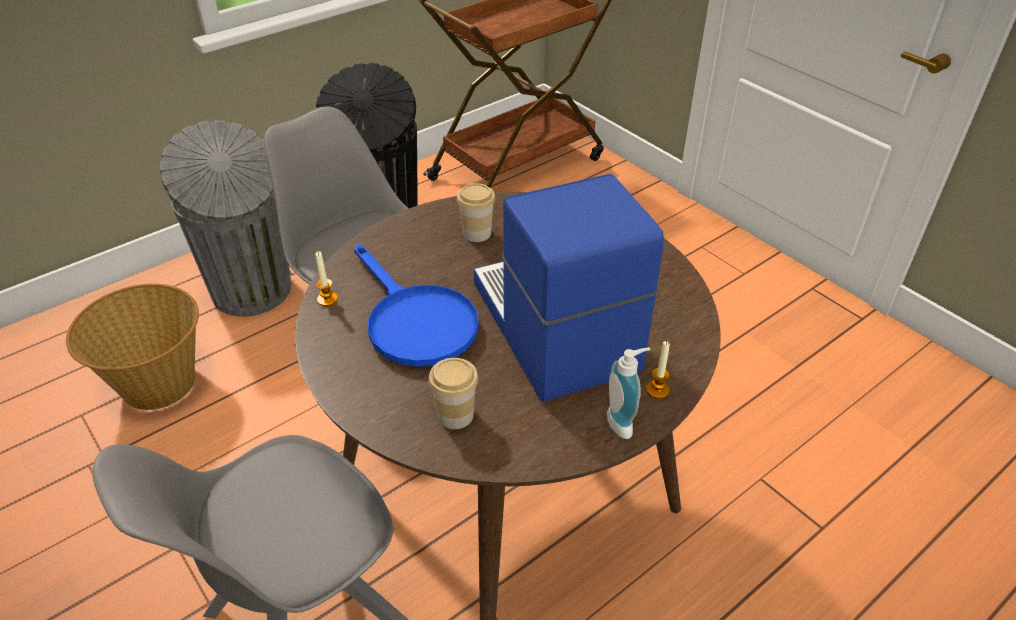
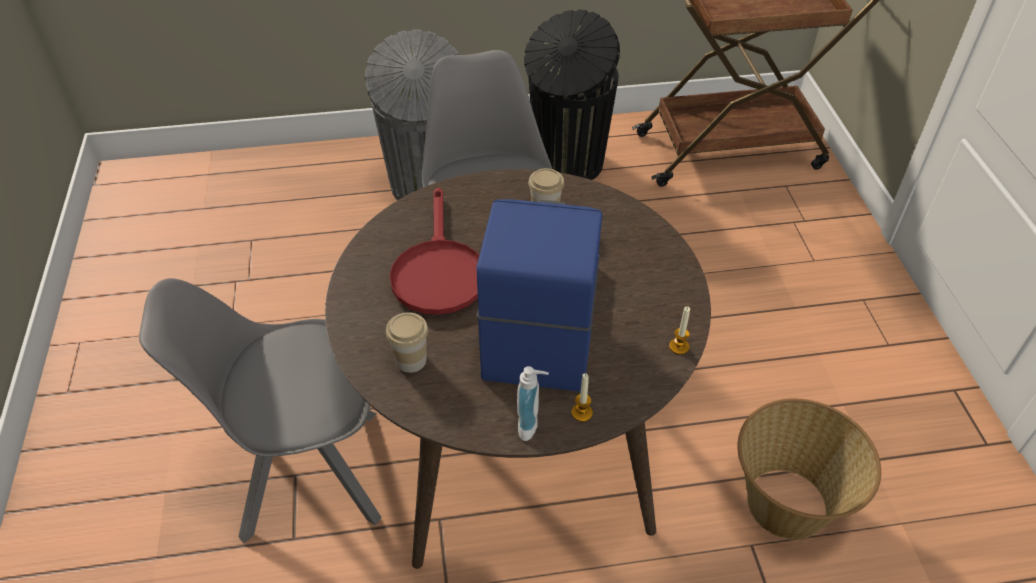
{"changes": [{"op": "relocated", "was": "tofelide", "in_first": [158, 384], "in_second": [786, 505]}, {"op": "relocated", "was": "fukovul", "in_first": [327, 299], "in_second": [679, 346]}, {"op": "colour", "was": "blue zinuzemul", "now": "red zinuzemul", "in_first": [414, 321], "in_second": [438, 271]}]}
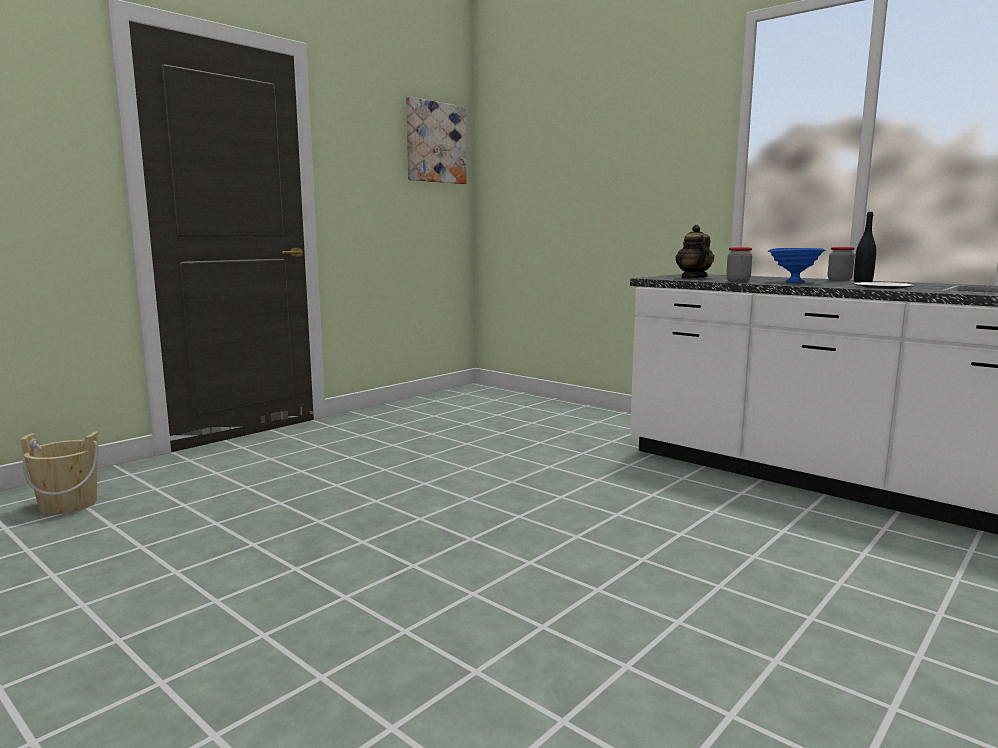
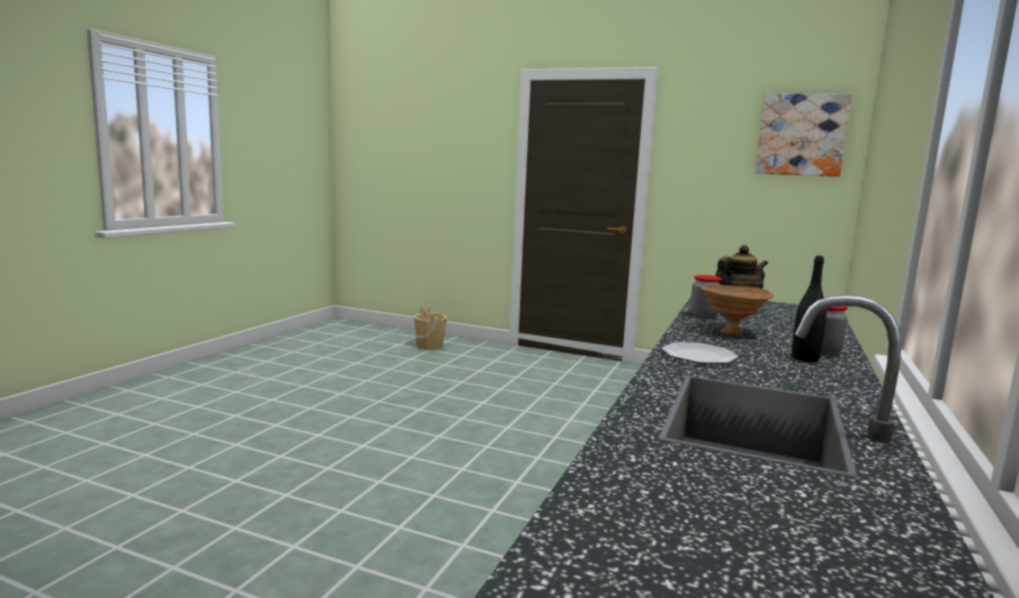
{"changes": [{"op": "colour", "was": "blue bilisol", "now": "brown bilisol", "in_first": [793, 282], "in_second": [730, 332]}]}
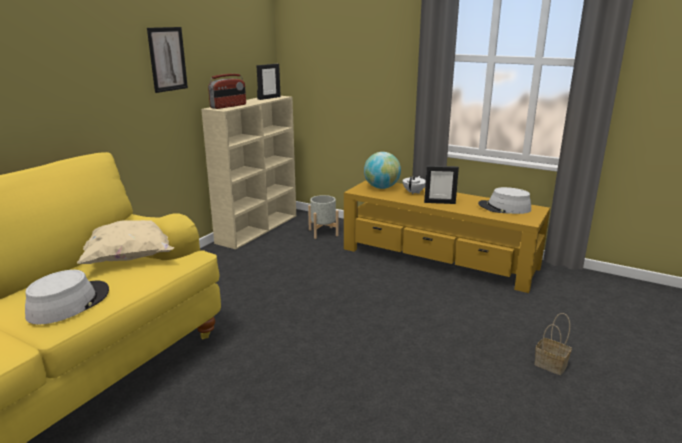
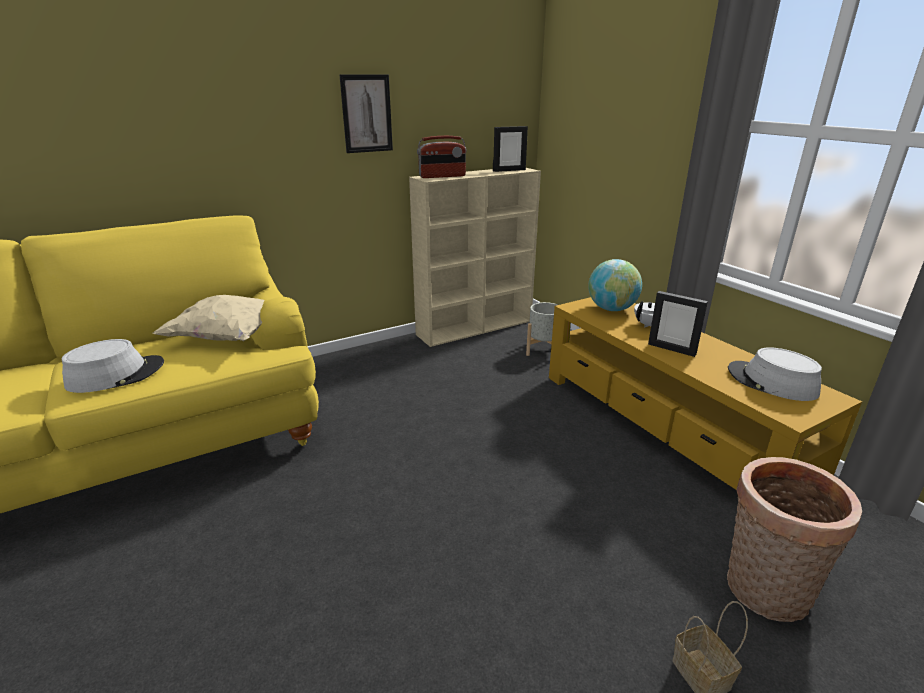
{"changes": [{"op": "appeared", "now": "tofelide", "in_second": [763, 592]}]}
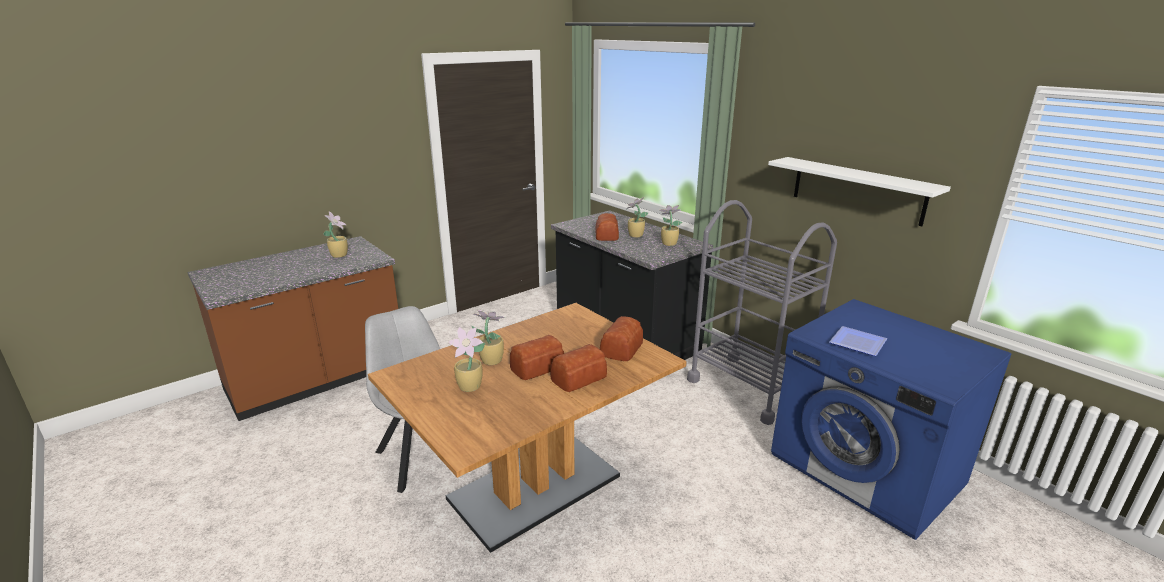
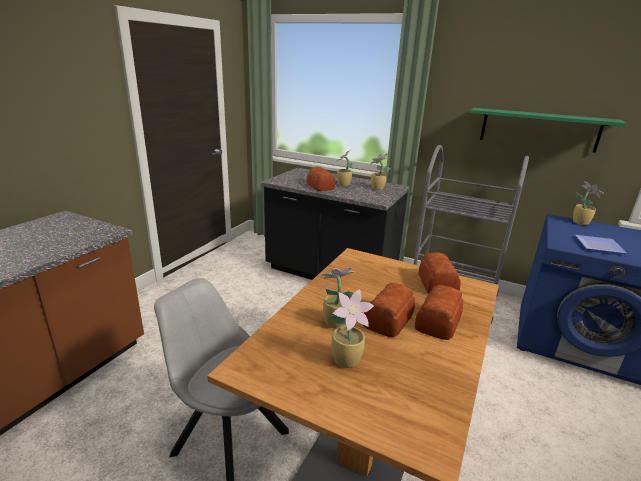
{"changes": [{"op": "relocated", "was": "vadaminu", "in_first": [340, 255], "in_second": [580, 222]}, {"op": "colour", "was": "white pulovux", "now": "green pulovux", "in_first": [857, 190], "in_second": [538, 129]}]}
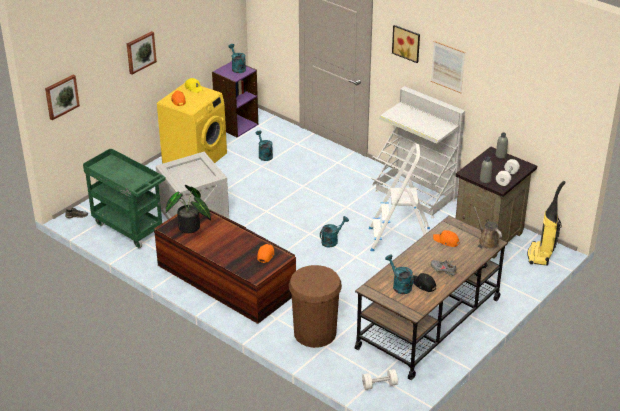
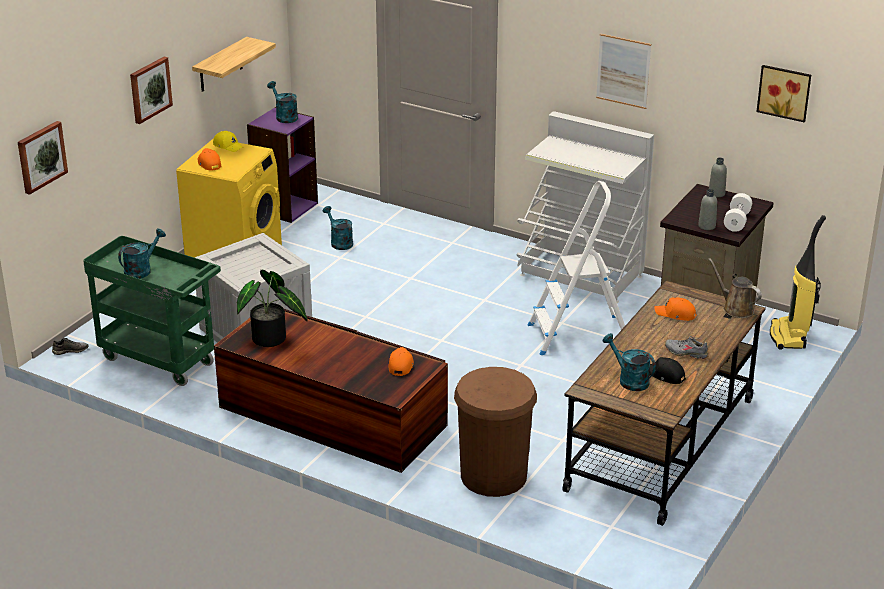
{"changes": [{"op": "relocated", "was": "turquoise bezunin", "in_first": [332, 240], "in_second": [141, 270]}, {"op": "missing", "was": "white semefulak", "in_first": [379, 385]}, {"op": "relocated", "was": "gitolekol", "in_first": [407, 43], "in_second": [784, 92]}, {"op": "appeared", "now": "pulovux", "in_second": [220, 65]}]}
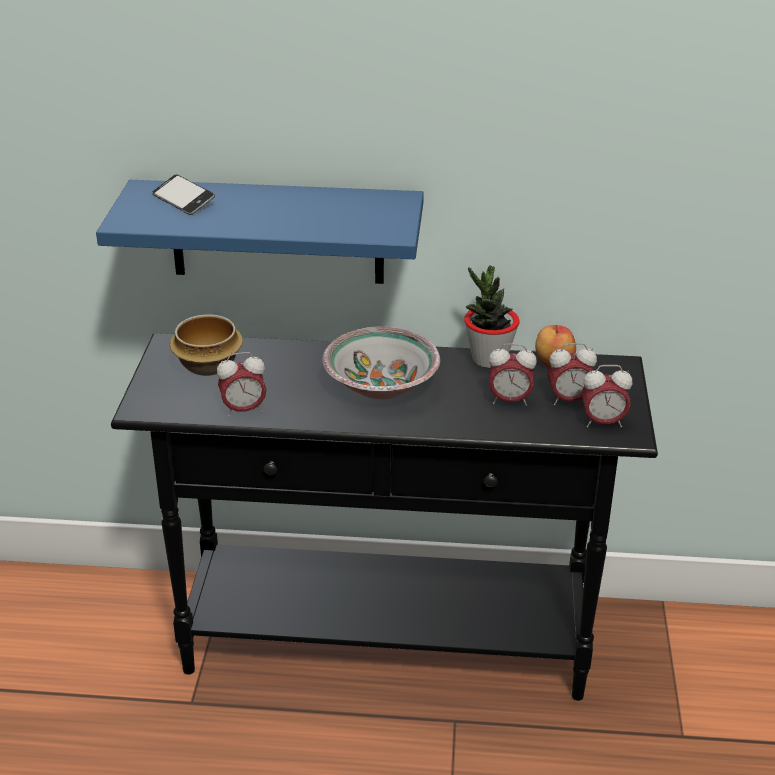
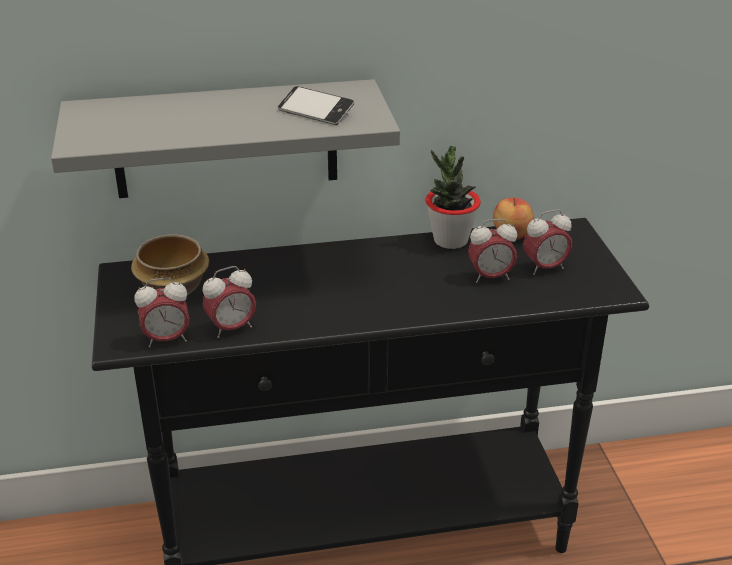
{"changes": [{"op": "colour", "was": "blue pulovux", "now": "grey pulovux", "in_first": [277, 232], "in_second": [225, 139]}, {"op": "relocated", "was": "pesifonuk", "in_first": [183, 200], "in_second": [315, 112]}, {"op": "missing", "was": "bilisol", "in_first": [380, 384]}, {"op": "relocated", "was": "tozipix", "in_first": [603, 423], "in_second": [166, 339]}]}
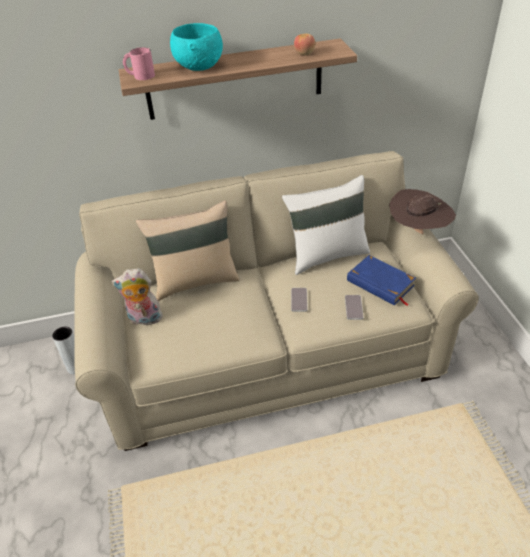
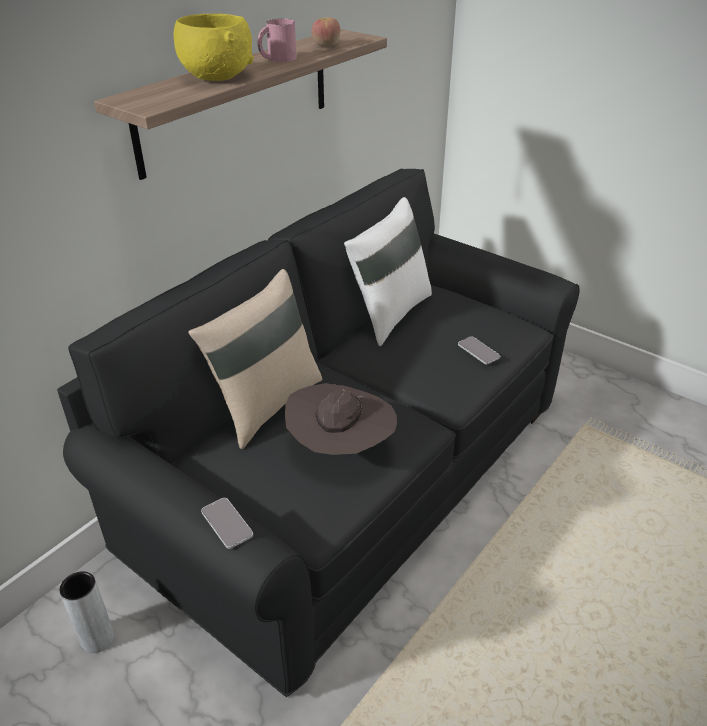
{"changes": [{"op": "colour", "was": "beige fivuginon", "now": "black fivuginon", "in_first": [270, 353], "in_second": [354, 476]}, {"op": "missing", "was": "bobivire", "in_first": [144, 319]}, {"op": "relocated", "was": "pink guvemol", "in_first": [140, 76], "in_second": [277, 59]}, {"op": "colour", "was": "turquoise bilisol", "now": "yellow bilisol", "in_first": [199, 67], "in_second": [216, 77]}, {"op": "relocated", "was": "pesifonuk", "in_first": [299, 300], "in_second": [227, 523]}, {"op": "missing", "was": "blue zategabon", "in_first": [380, 283]}, {"op": "relocated", "was": "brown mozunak", "in_first": [418, 231], "in_second": [340, 449]}]}
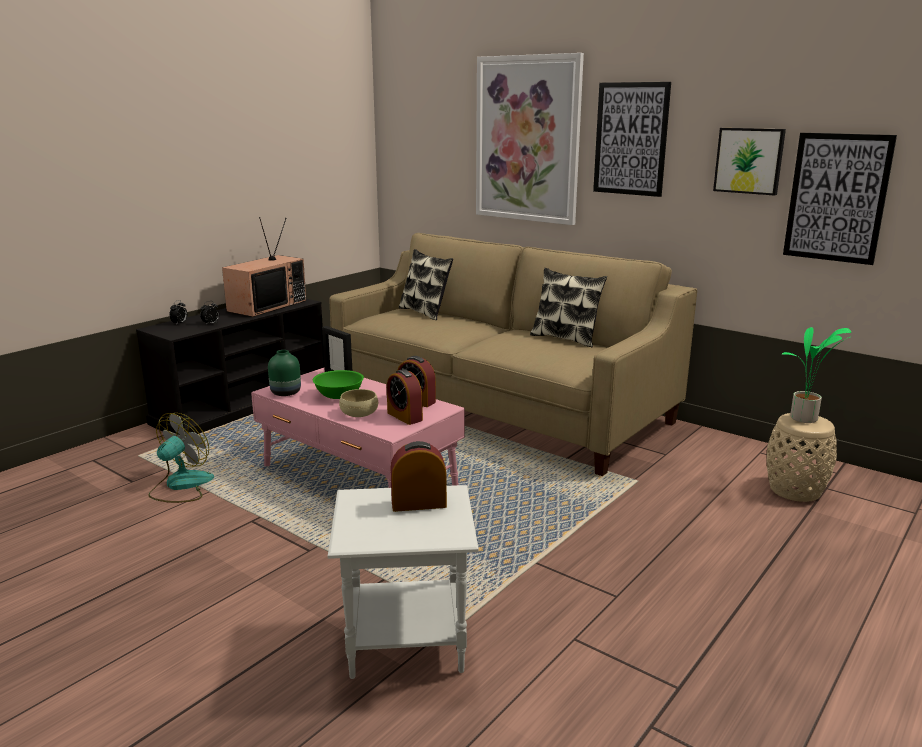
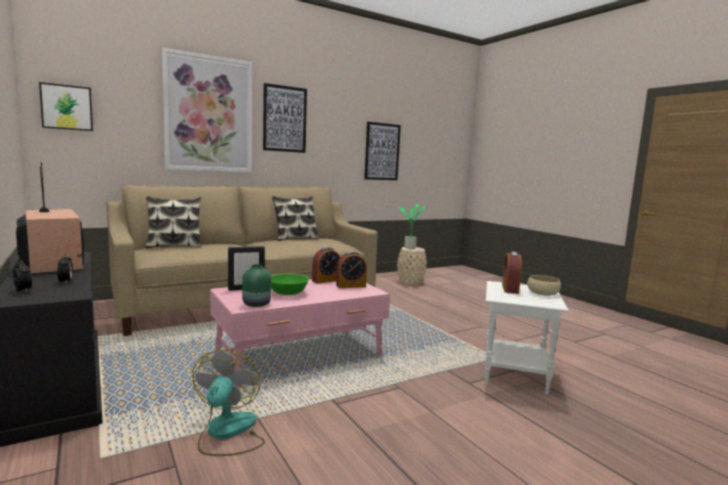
{"changes": [{"op": "spun", "was": "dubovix", "in_first": [181, 486], "in_second": [227, 433], "clockwise": 45}, {"op": "relocated", "was": "beige bilisol", "in_first": [359, 413], "in_second": [542, 293]}, {"op": "relocated", "was": "gitolekol", "in_first": [749, 160], "in_second": [67, 107]}]}
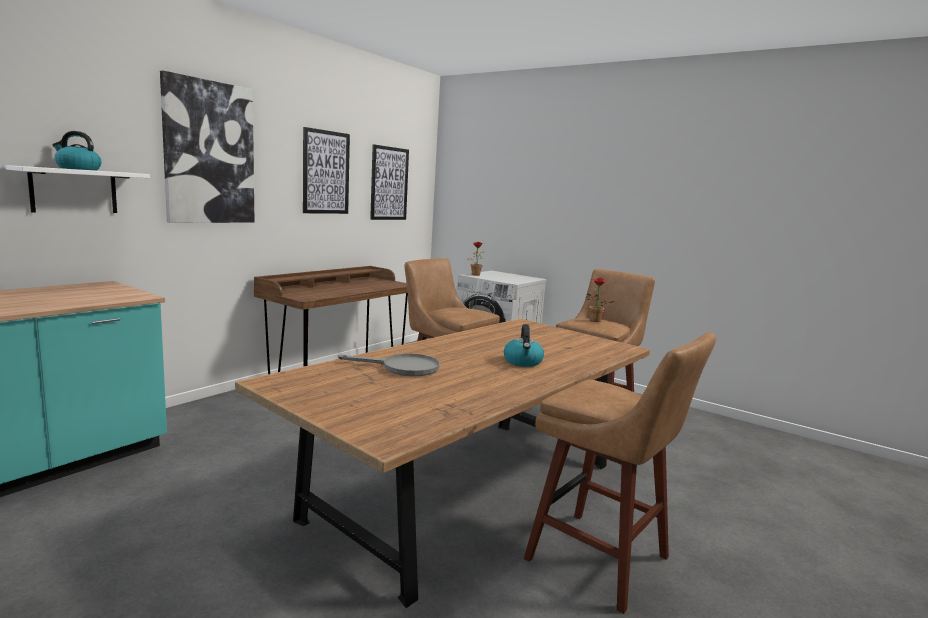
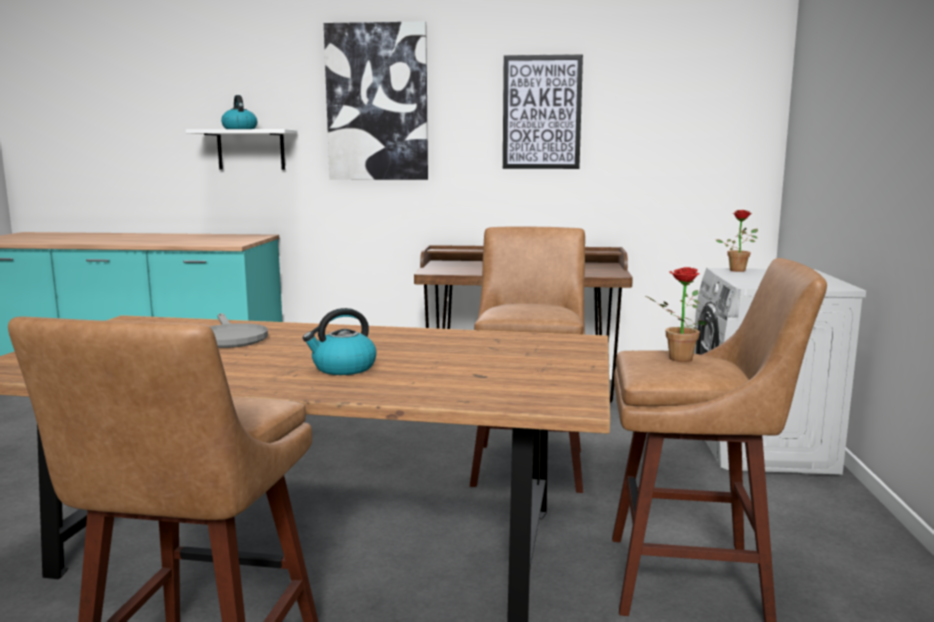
{"changes": [{"op": "missing", "was": "gitolekol", "in_first": [389, 183]}]}
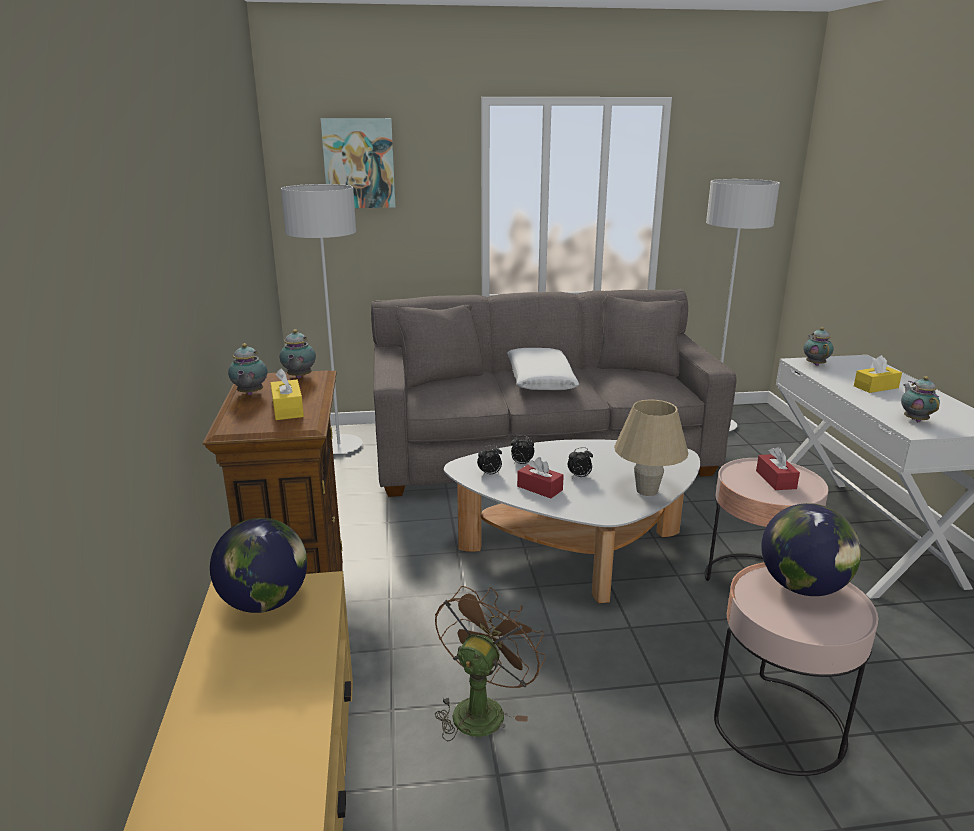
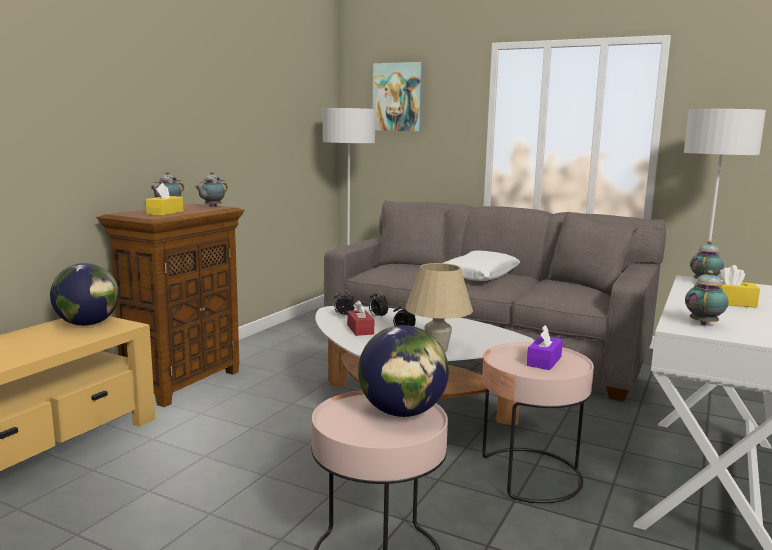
{"changes": [{"op": "missing", "was": "brown dubovix", "in_first": [482, 708]}, {"op": "colour", "was": "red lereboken", "now": "purple lereboken", "in_first": [775, 480], "in_second": [544, 361]}]}
